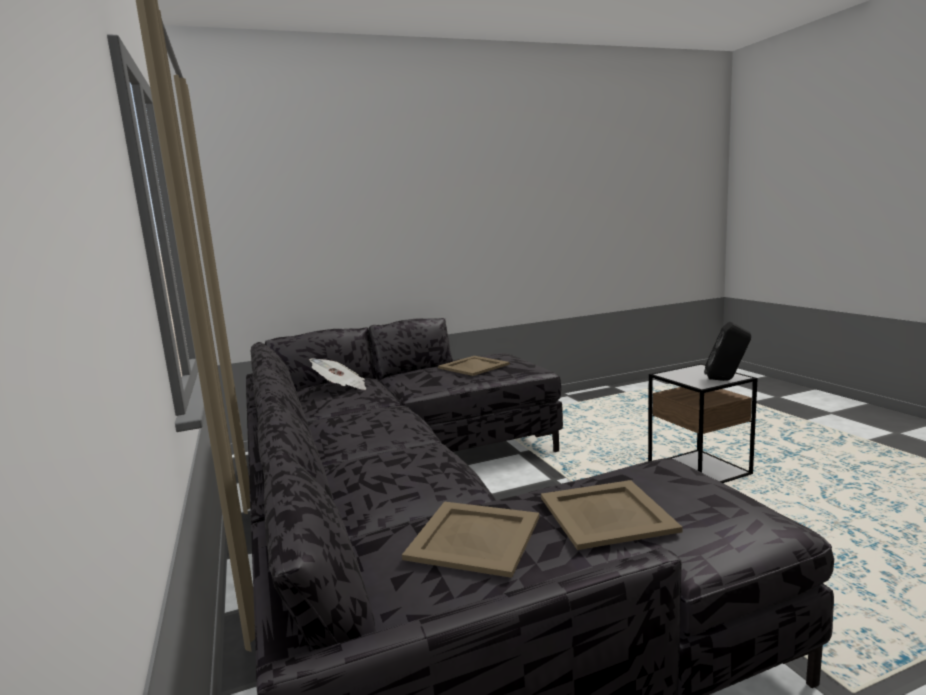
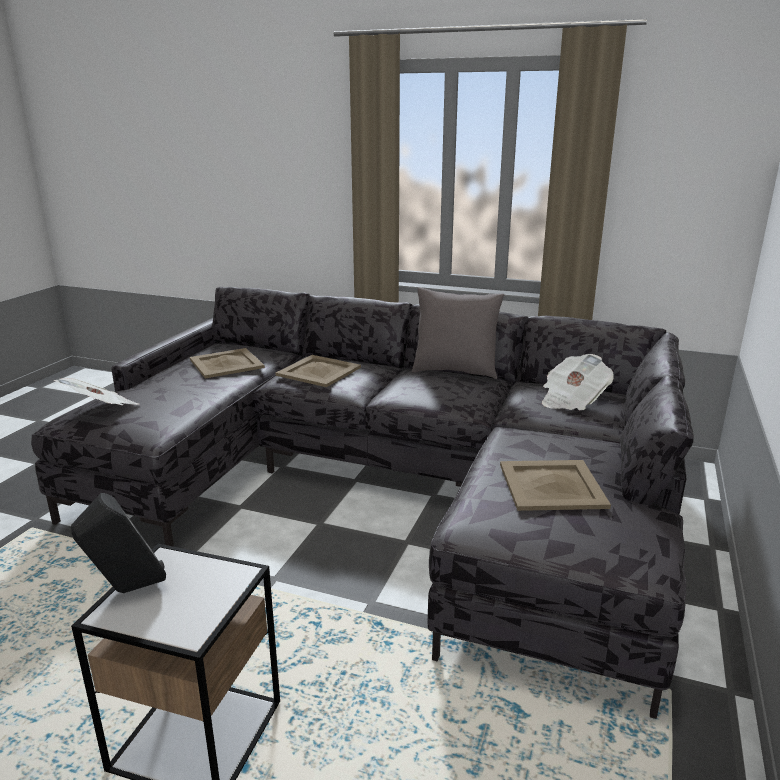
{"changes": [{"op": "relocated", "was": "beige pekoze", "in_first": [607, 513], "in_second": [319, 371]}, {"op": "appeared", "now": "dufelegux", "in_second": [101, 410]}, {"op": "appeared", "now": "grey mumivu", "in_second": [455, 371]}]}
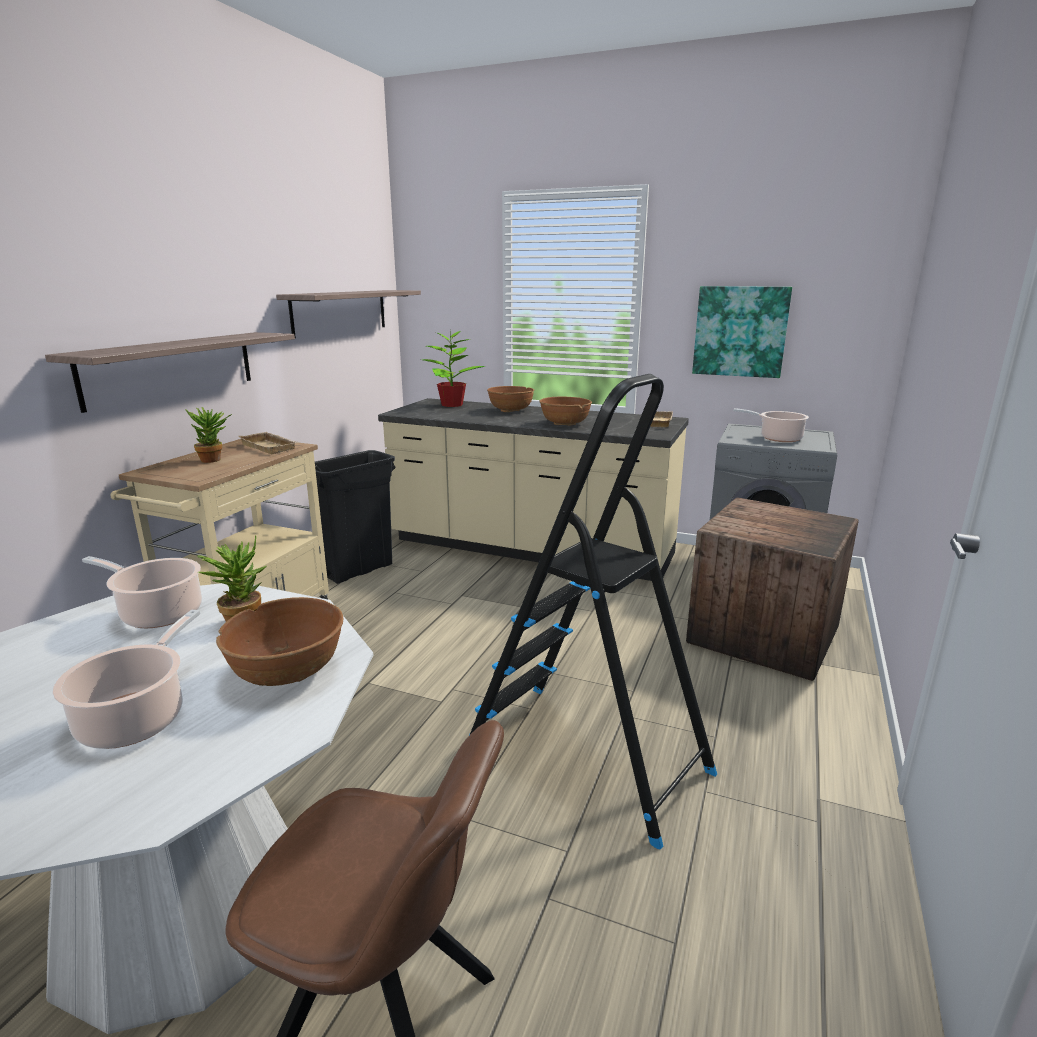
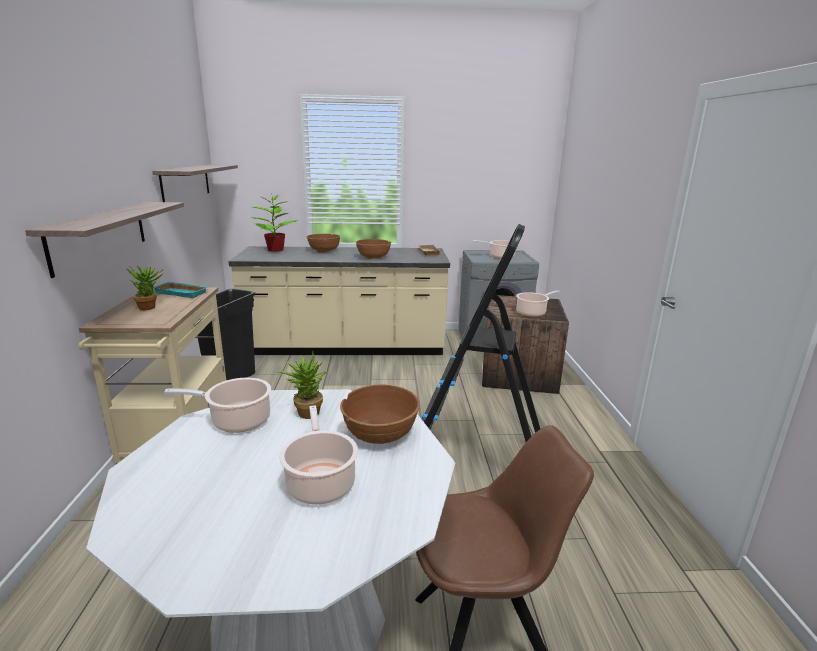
{"changes": [{"op": "colour", "was": "beige pekoze", "now": "turquoise pekoze", "in_first": [271, 447], "in_second": [183, 293]}, {"op": "missing", "was": "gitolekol", "in_first": [740, 331]}, {"op": "appeared", "now": "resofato", "in_second": [532, 313]}]}
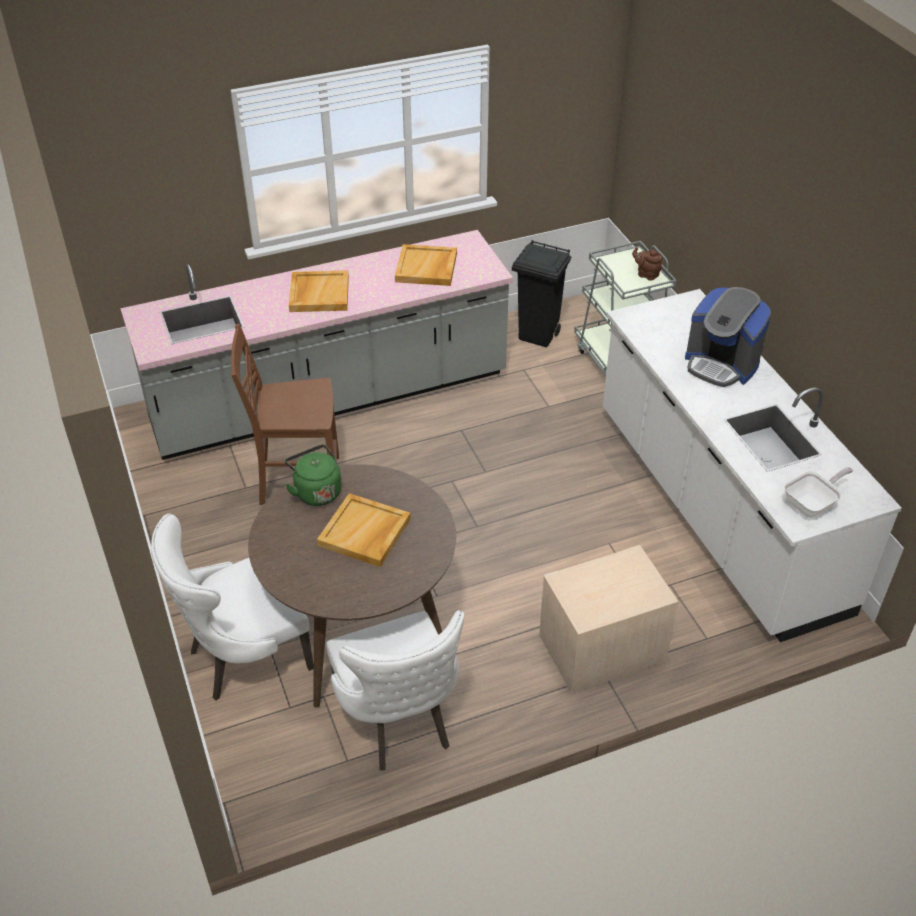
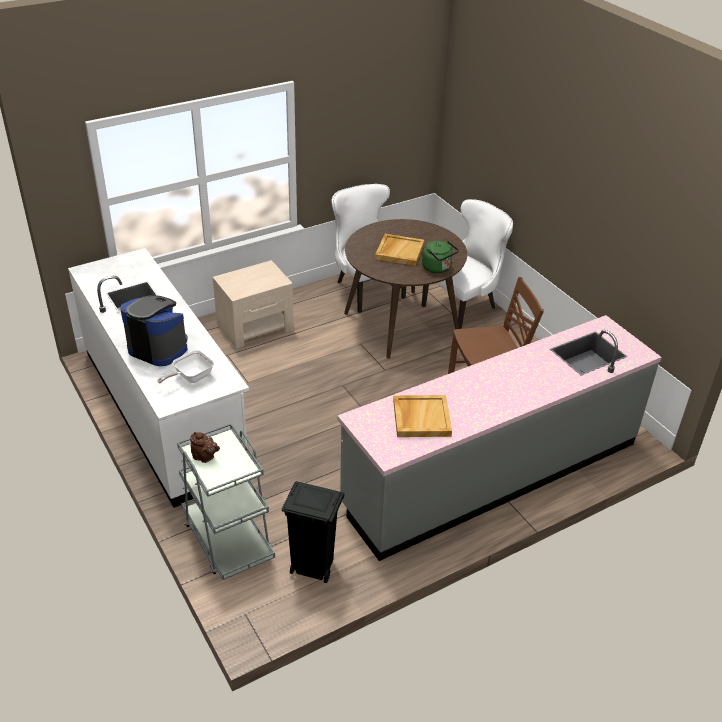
{"changes": [{"op": "missing", "was": "beige pekoze", "in_first": [319, 293]}, {"op": "relocated", "was": "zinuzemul", "in_first": [812, 504], "in_second": [190, 378]}]}
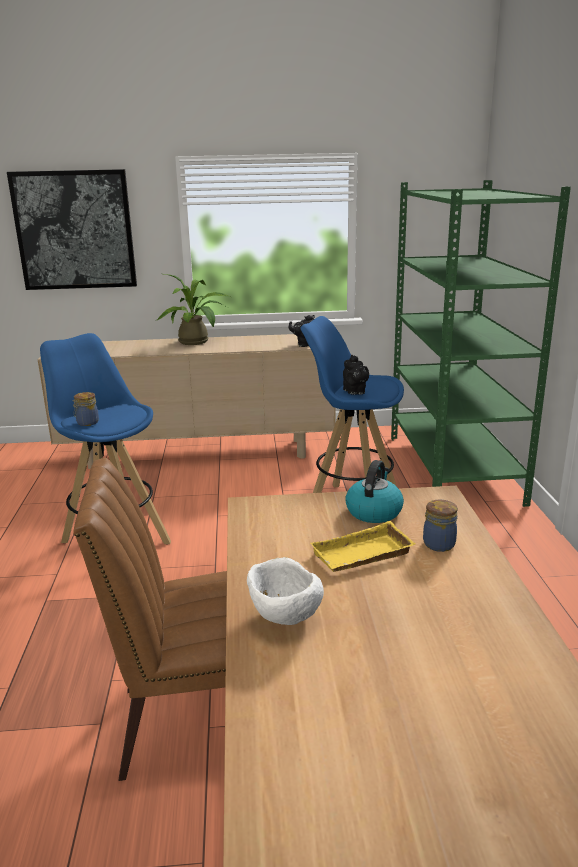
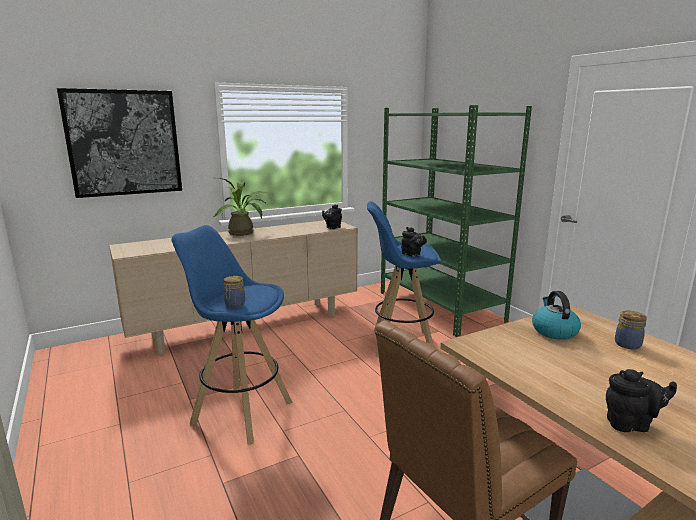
{"changes": [{"op": "exchanged", "was": "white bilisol", "now": "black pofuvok", "in_first": [284, 618], "in_second": [631, 424]}, {"op": "missing", "was": "yellow pekoze", "in_first": [362, 556]}]}
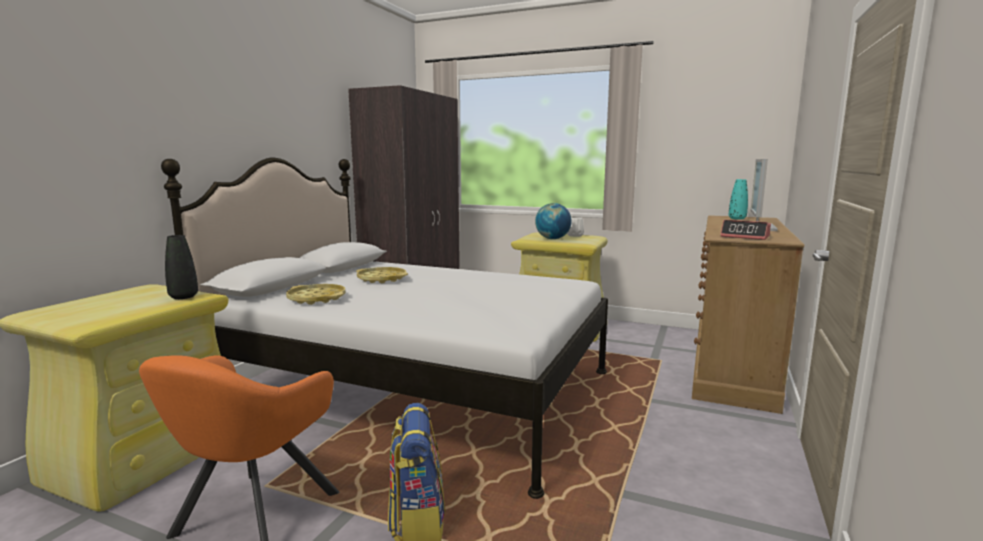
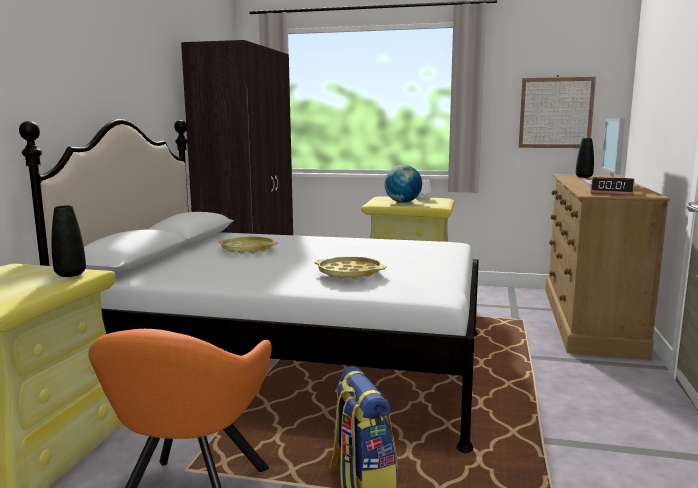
{"changes": [{"op": "relocated", "was": "yellow pekoze", "in_first": [316, 298], "in_second": [349, 273]}, {"op": "colour", "was": "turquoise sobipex", "now": "black sobipex", "in_first": [737, 219], "in_second": [584, 177]}, {"op": "appeared", "now": "gitolekol", "in_second": [556, 111]}]}
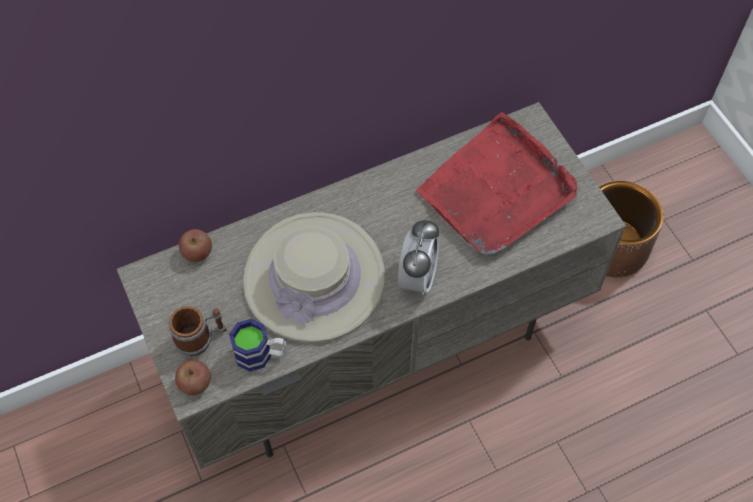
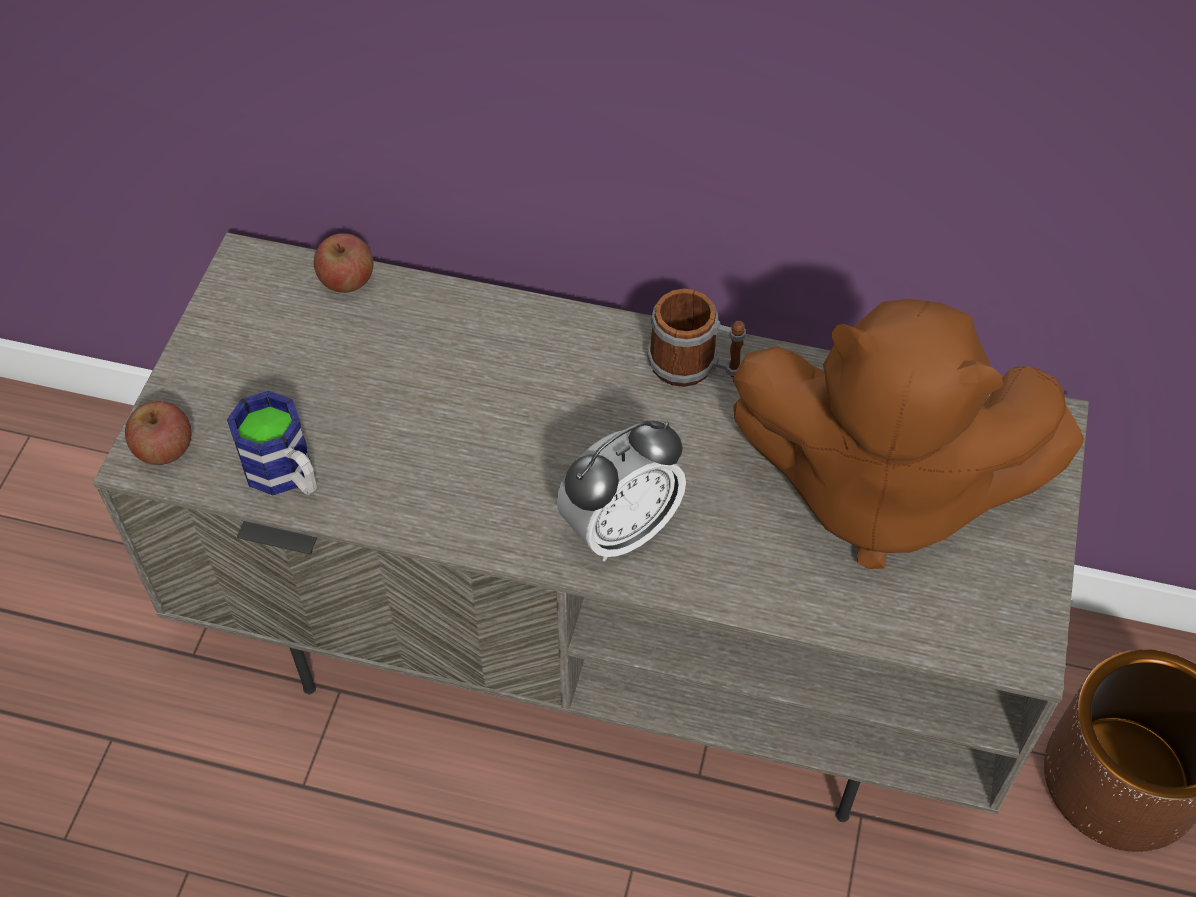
{"changes": [{"op": "relocated", "was": "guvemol", "in_first": [200, 338], "in_second": [695, 367]}, {"op": "missing", "was": "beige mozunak", "in_first": [314, 278]}, {"op": "exchanged", "was": "red pekoze", "now": "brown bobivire", "in_first": [497, 190], "in_second": [880, 488]}]}
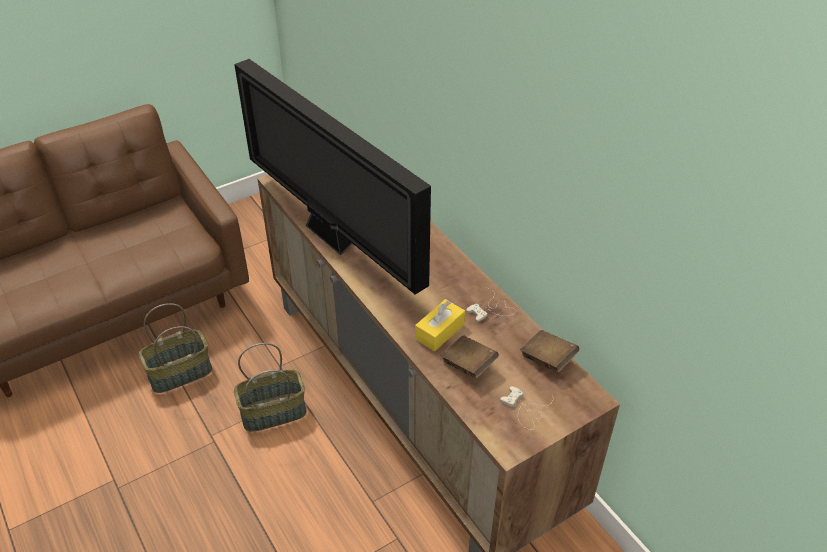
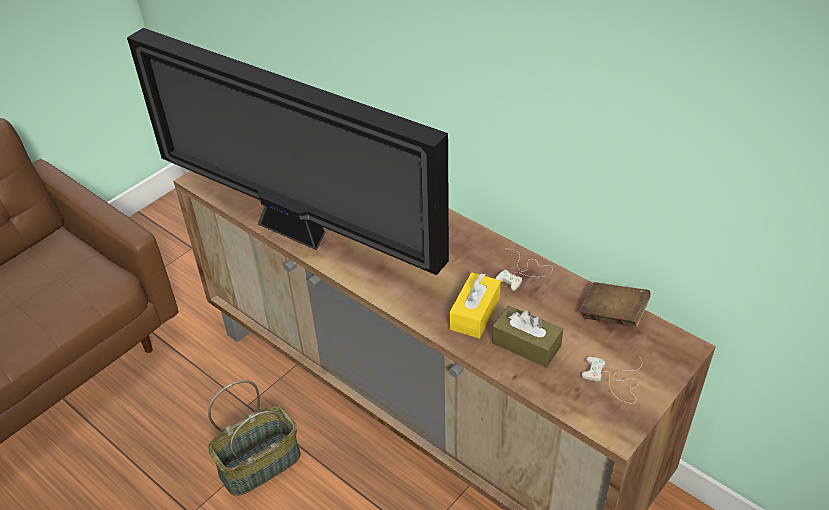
{"changes": [{"op": "missing", "was": "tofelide", "in_first": [180, 374]}, {"op": "exchanged", "was": "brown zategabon", "now": "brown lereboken", "in_first": [468, 365], "in_second": [526, 344]}]}
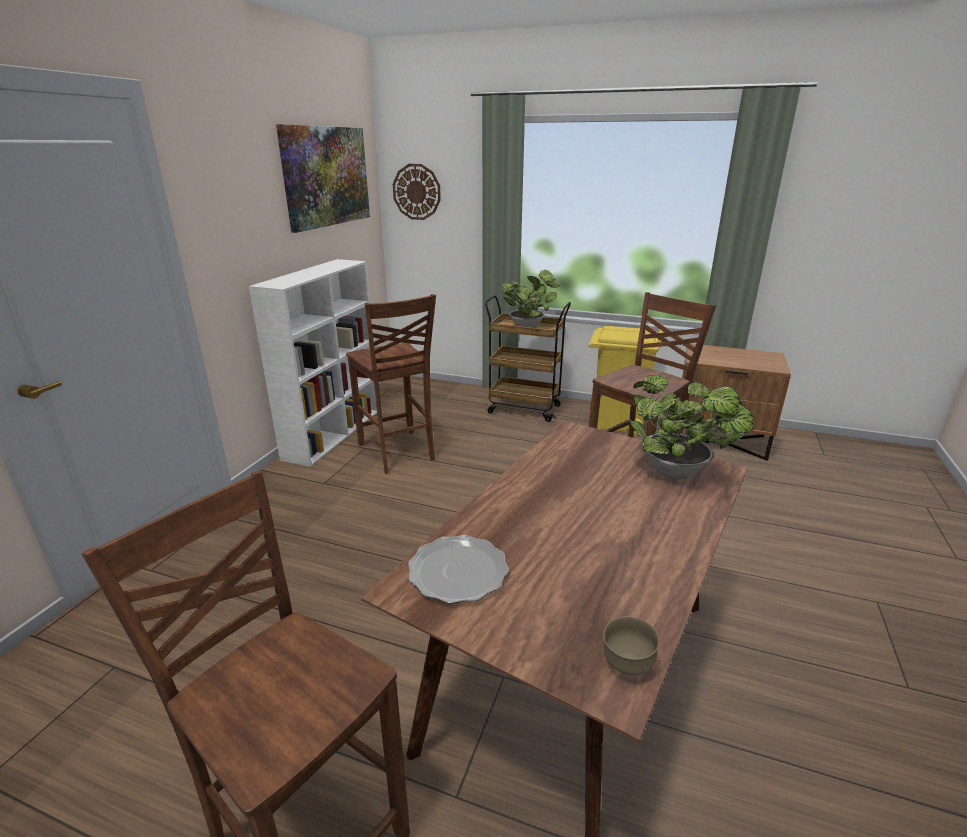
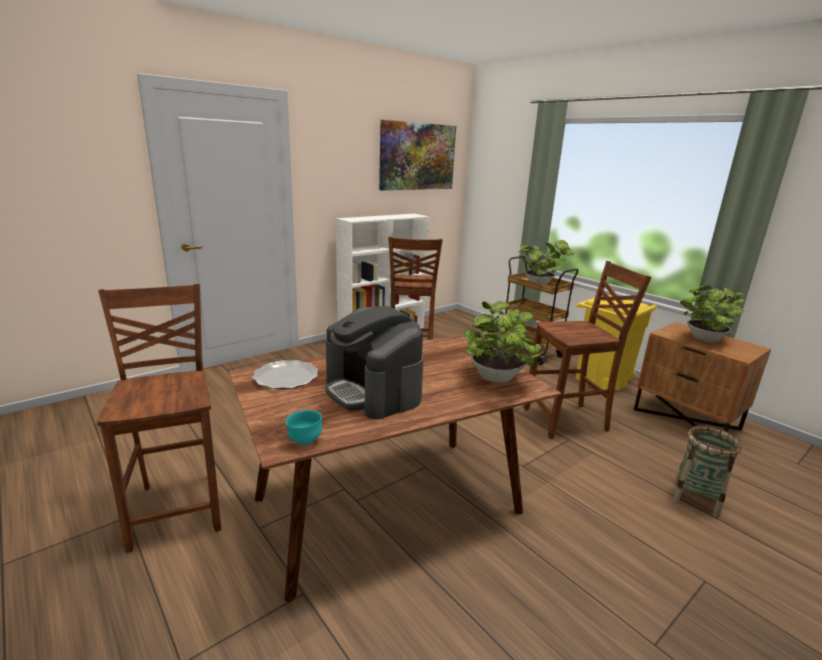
{"changes": [{"op": "missing", "was": "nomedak", "in_first": [416, 192]}, {"op": "colour", "was": "brown bilisol", "now": "turquoise bilisol", "in_first": [626, 665], "in_second": [304, 441]}, {"op": "appeared", "now": "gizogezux", "in_second": [373, 391]}, {"op": "appeared", "now": "tofelide", "in_second": [696, 498]}, {"op": "appeared", "now": "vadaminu", "in_second": [703, 340]}]}
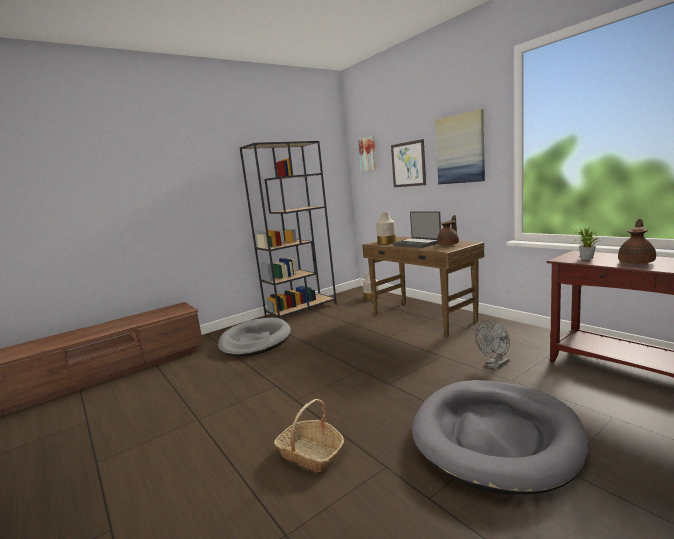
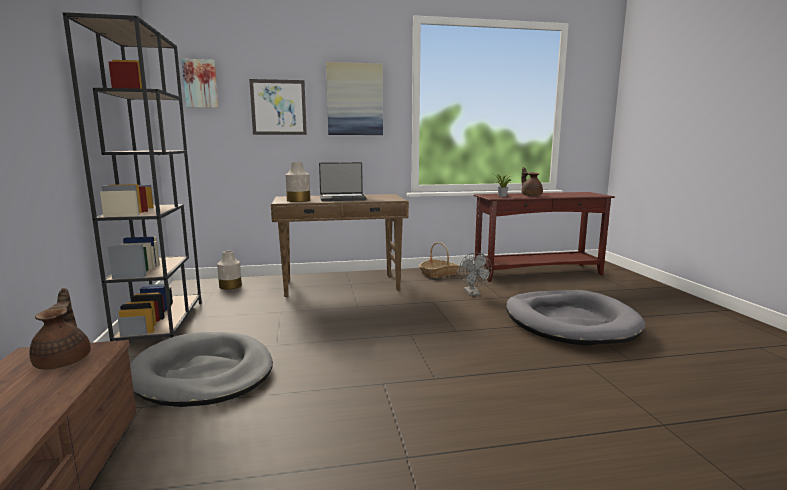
{"changes": [{"op": "relocated", "was": "tofelide", "in_first": [311, 453], "in_second": [438, 273]}, {"op": "relocated", "was": "brown pofuvok", "in_first": [449, 244], "in_second": [64, 360]}]}
